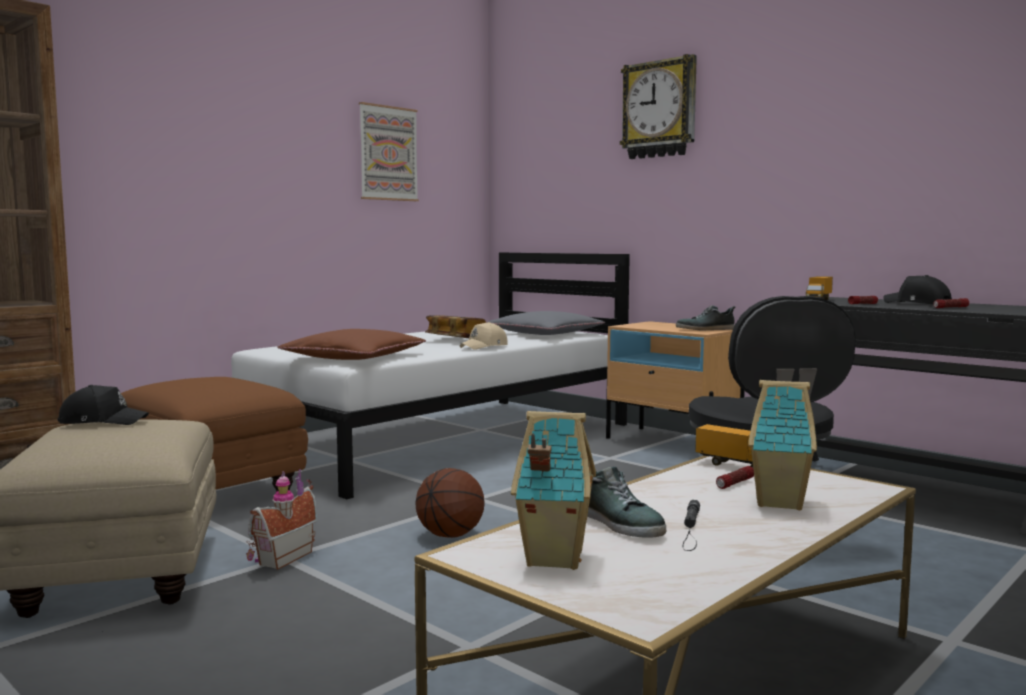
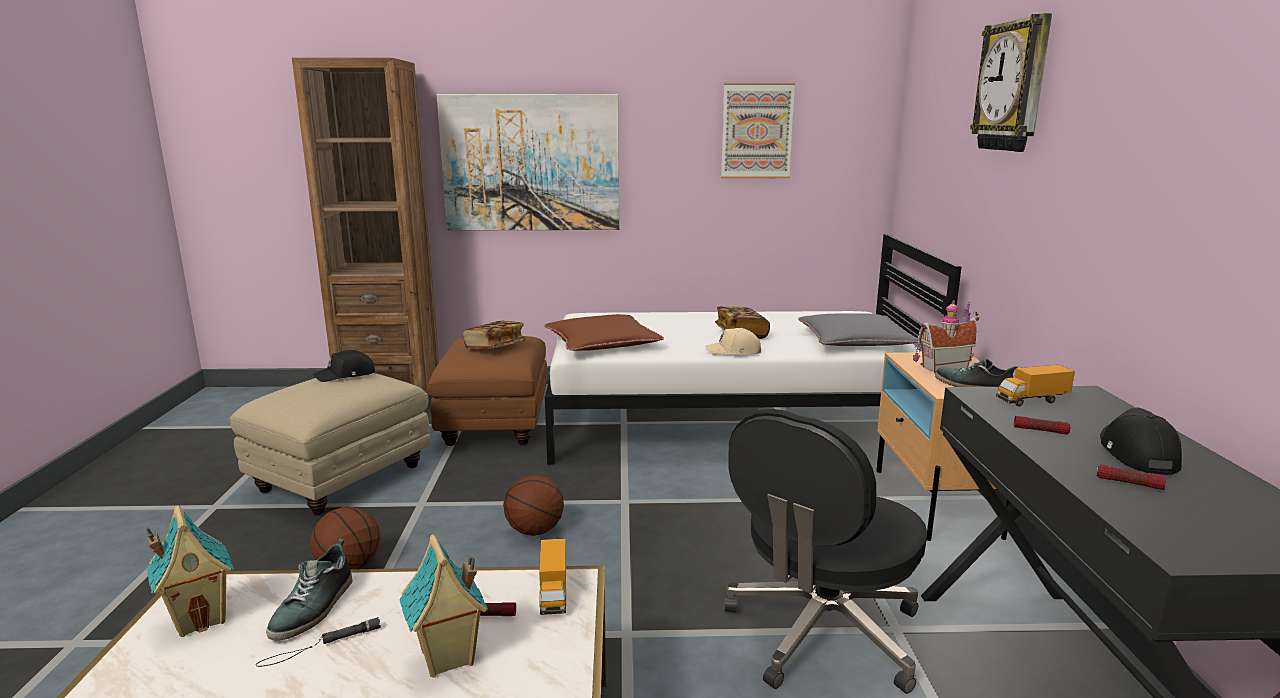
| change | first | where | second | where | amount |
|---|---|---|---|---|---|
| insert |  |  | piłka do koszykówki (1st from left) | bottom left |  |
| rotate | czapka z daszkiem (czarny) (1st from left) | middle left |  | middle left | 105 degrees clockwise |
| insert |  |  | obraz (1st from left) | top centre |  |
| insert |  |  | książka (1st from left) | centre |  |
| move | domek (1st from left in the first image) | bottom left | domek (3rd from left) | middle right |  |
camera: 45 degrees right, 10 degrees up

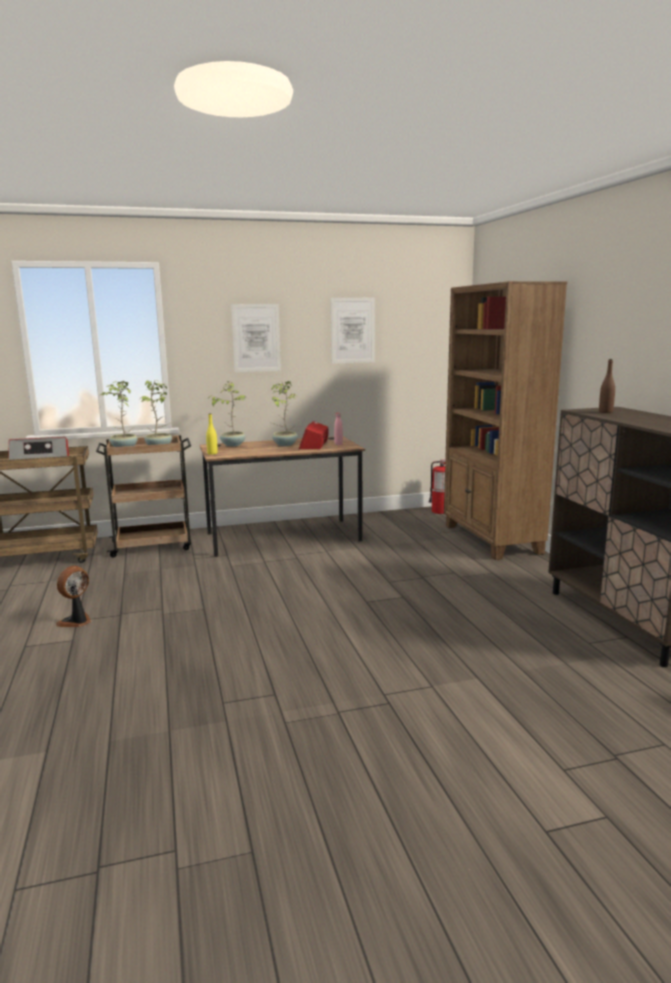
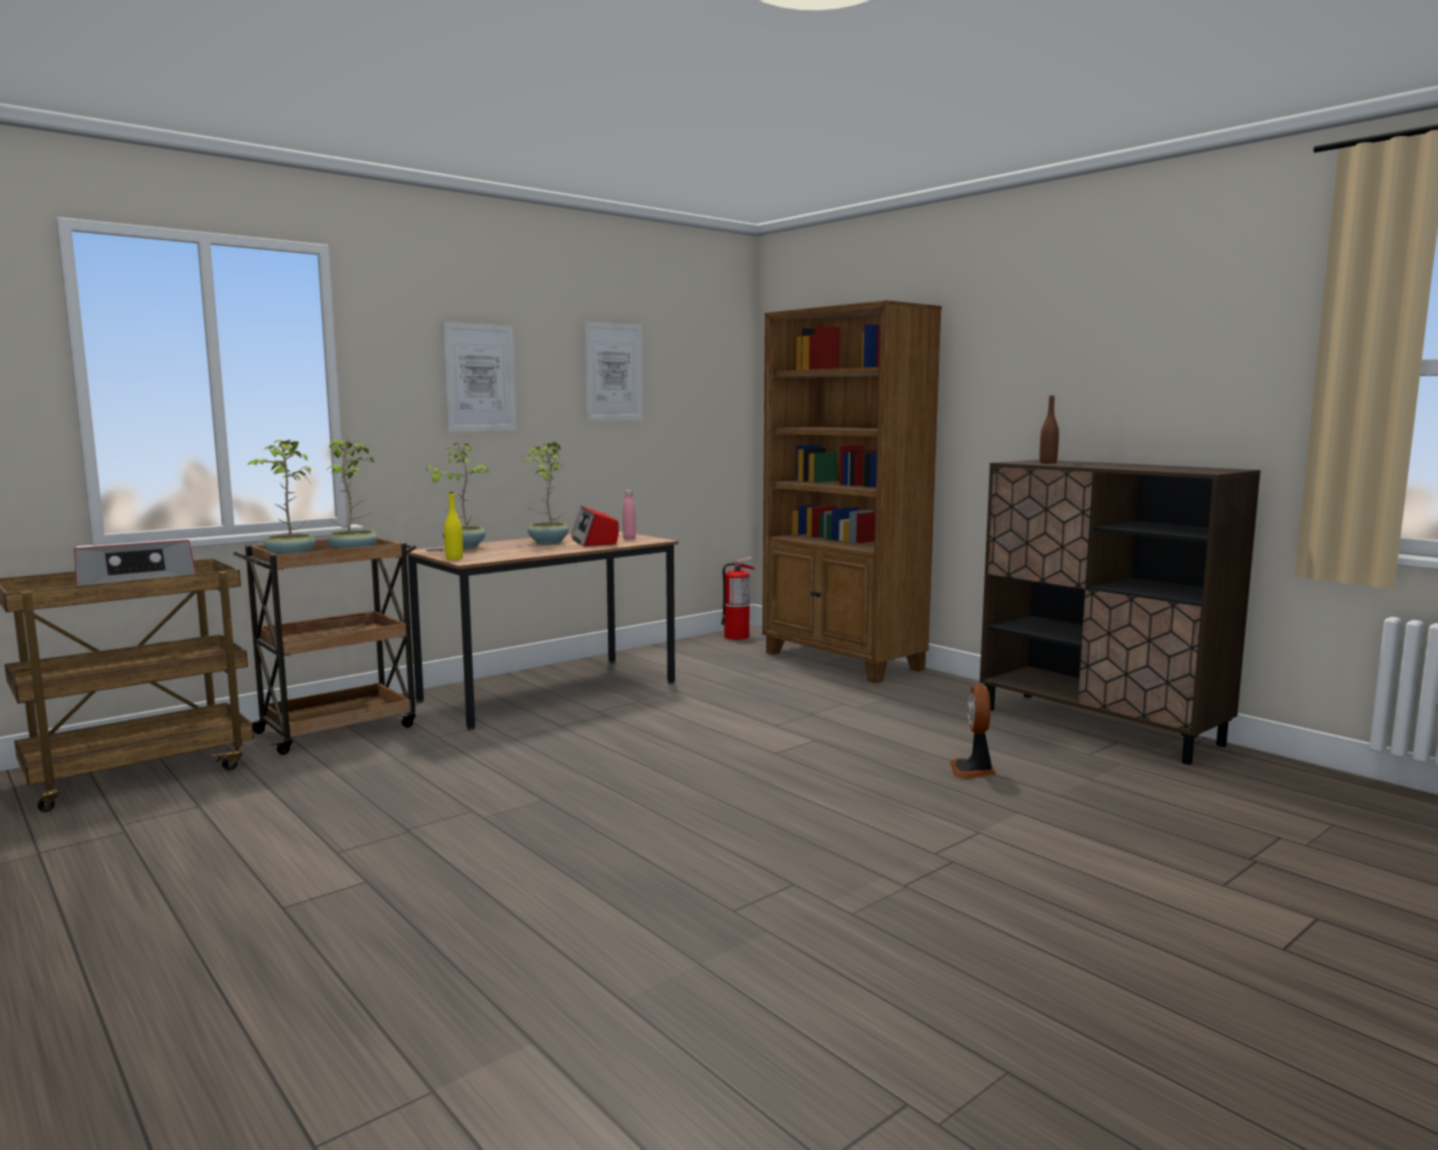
| change | first | where | second | where | amount |
|---|---|---|---|---|---|
| move | wentylator | middle left |  | middle right |  |
camera: 25 degrees left, 5 degrees down

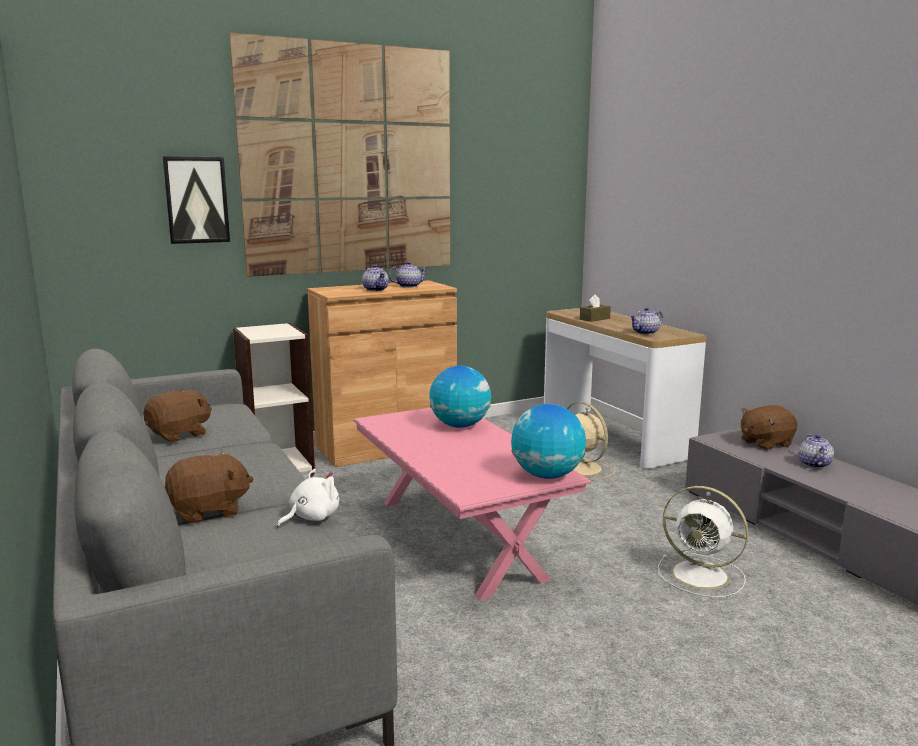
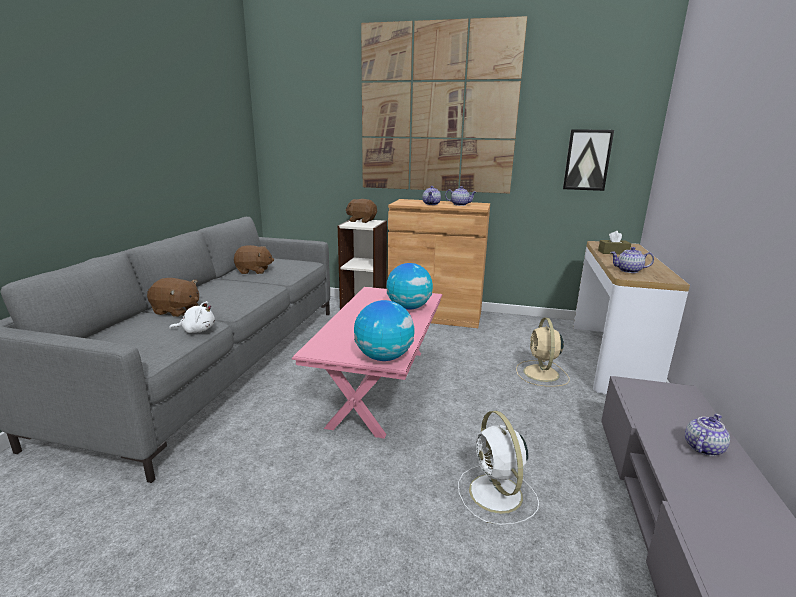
| change | first | where | second | where | amount |
|---|---|---|---|---|---|
| move | pluszak (brązowy) (3rd from left) | middle right |  | centre |  |
| move | obraz (1st from left in the first image) | top left | obraz (2nd from left) | top right |  |
camera: 40 degrees right, 5 degrees up

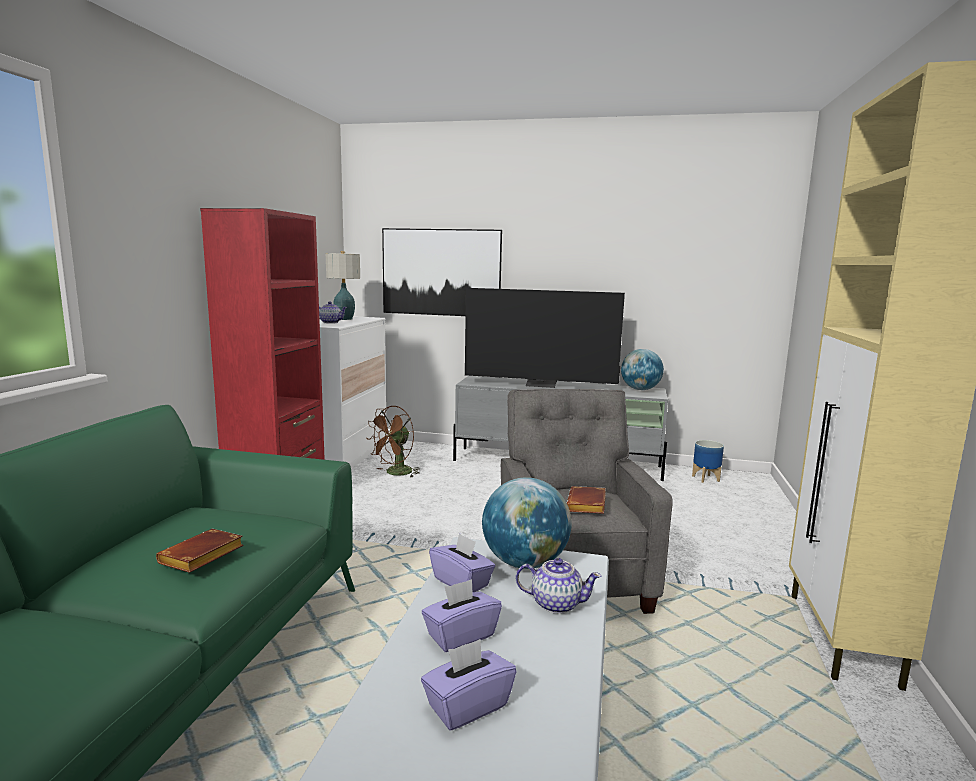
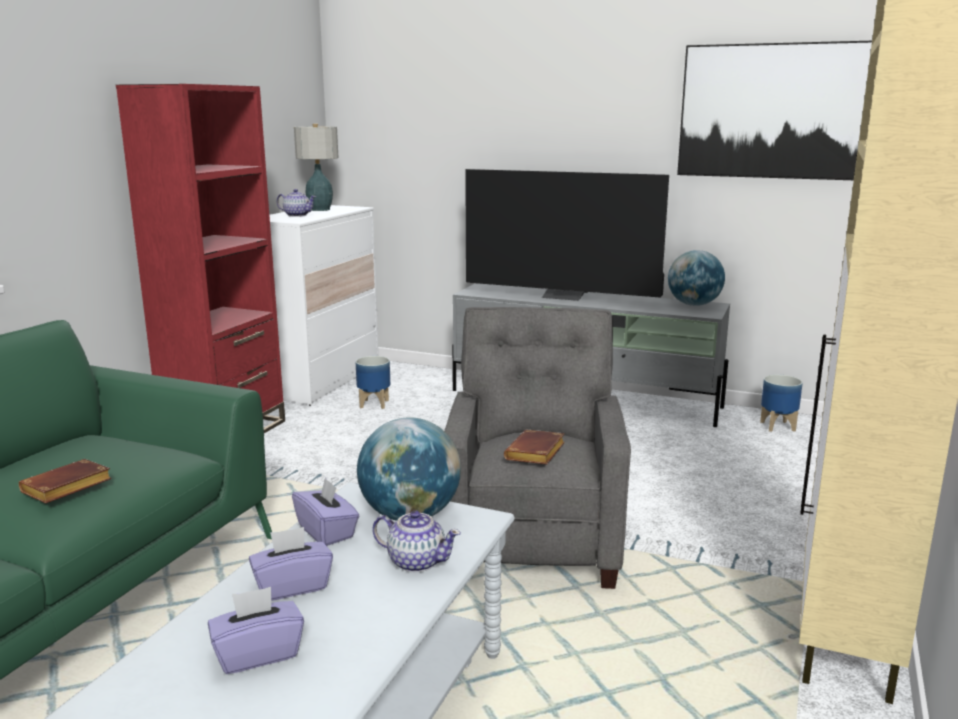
| change | first | where | second | where | amount |
|---|---|---|---|---|---|
| replace | wentylator (brązowy) | centre | donica (1st from left) | centre |  |
| move | obraz | centre |  | top right |  |
camera: 10 degrees right, 5 degrees up

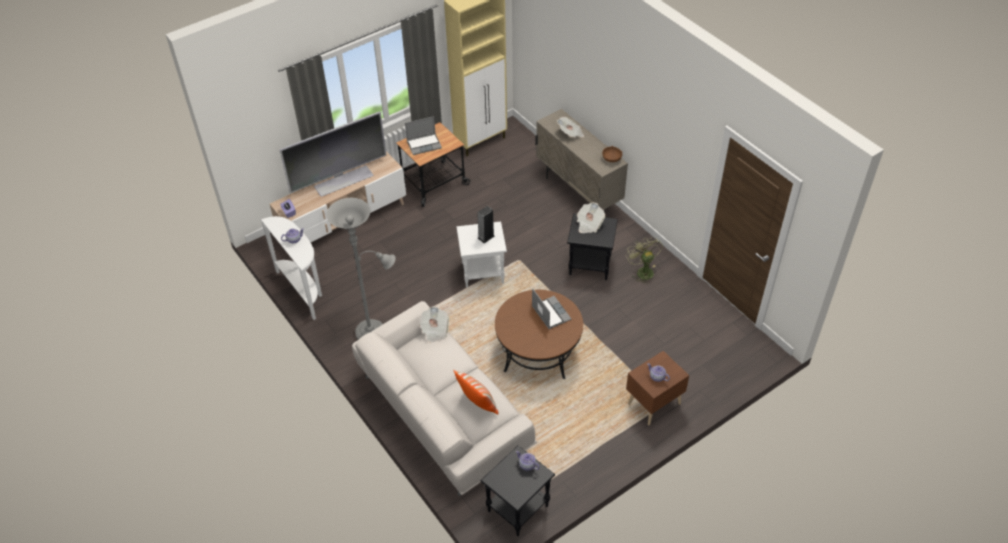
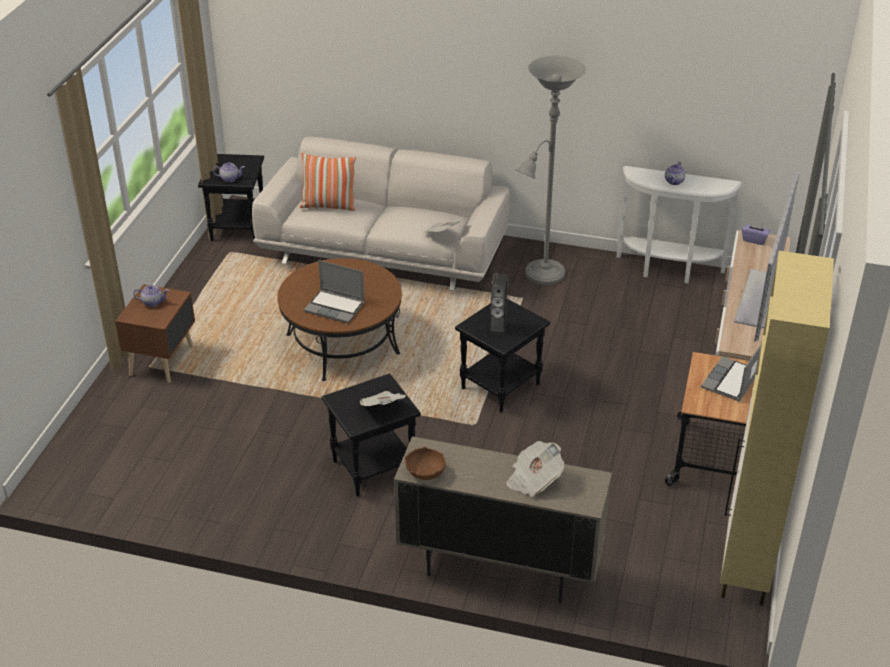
| change | first | where | second | where | amount |
|---|---|---|---|---|---|
| recolor | stolik (biały) | centre | stolik (czarny) (3rd from left) | centre |  |
| delete | wentylator (zielony) | centre |  |  |  |
camera: 140 degrees right, 10 degrees down

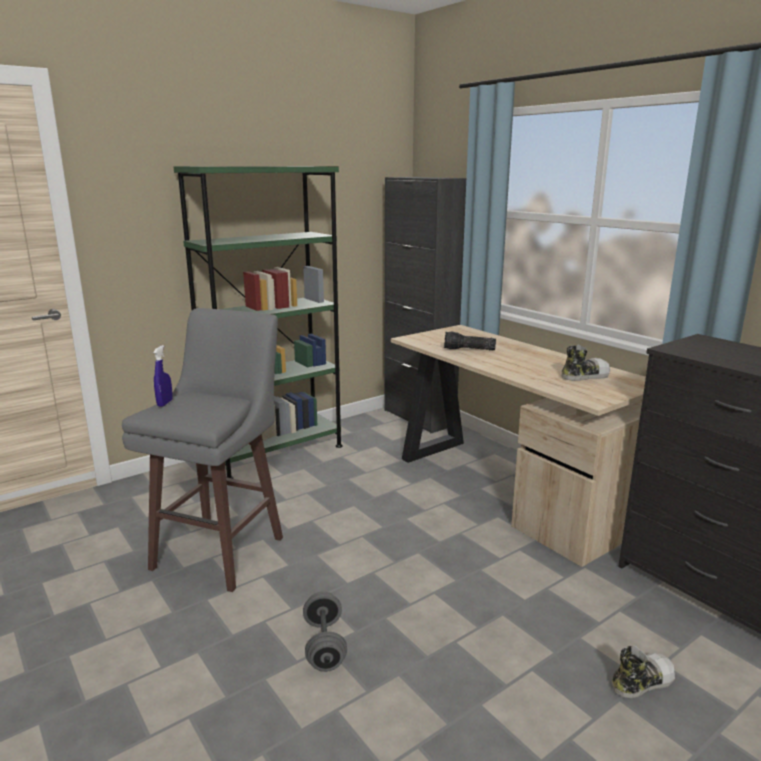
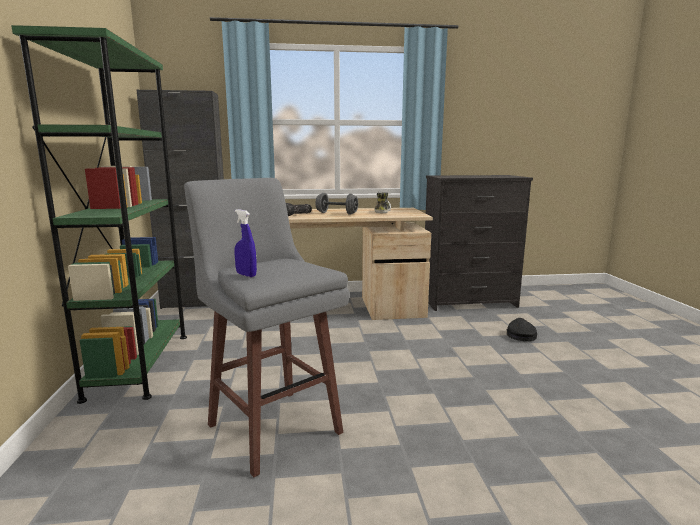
| change | first | where | second | where | amount |
|---|---|---|---|---|---|
| move | hantel (szary) | bottom centre |  | centre |  |
| replace | but (2nd from left) | bottom right | czapka z daszkiem (czarny) | middle right |  |
camera: 60 degrees left, 5 degrees down

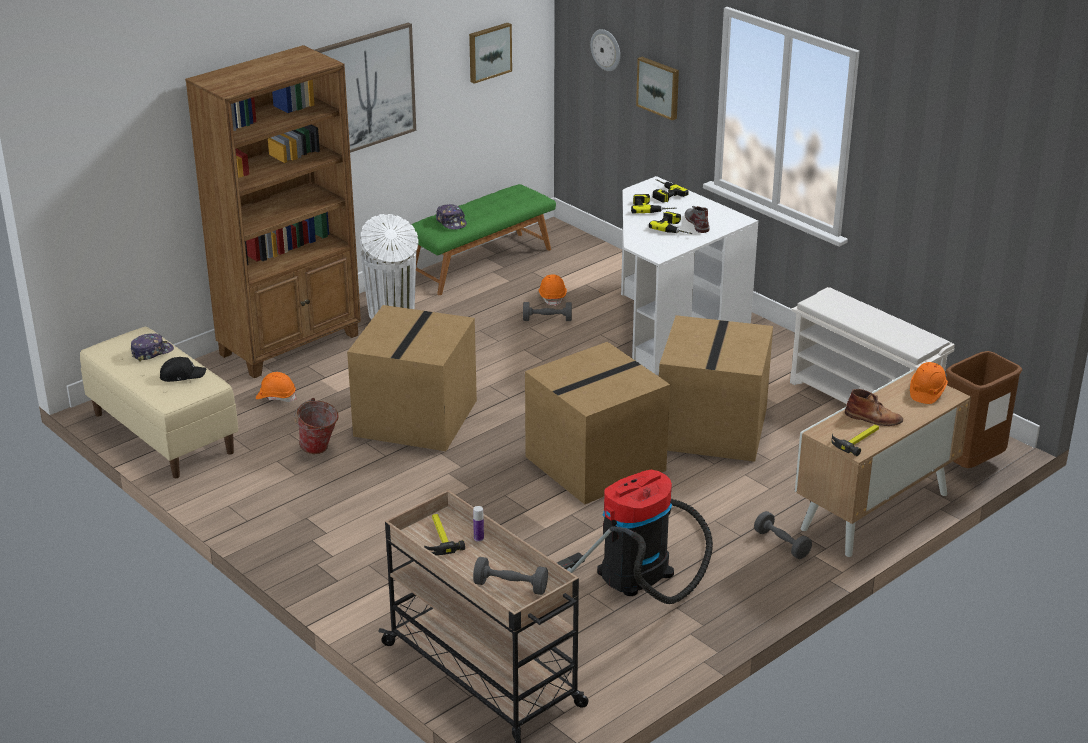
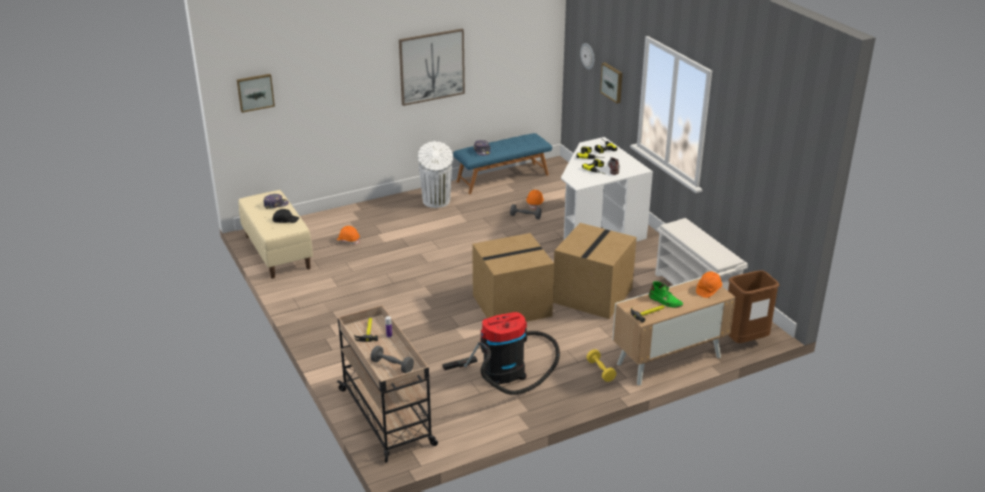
| change | first | where | second | where | amount |
|---|---|---|---|---|---|
| move | obraz (2nd from left in the first image) | top centre | obraz (1st from left) | top left |  |
| recolor | ławka (zielony) | top centre | ławka (niebieski) | top centre |  |
| recolor | hantel (szary) (3rd from left) | bottom right | hantel (żółty) | bottom centre |  |
| recolor | but z cholewką (brązowy) | middle right | but z cholewką (zielony) | middle right |  |
| delete | regał (brązowy) | top left |  |  |  |
| delete | wiadro | middle left |  |  |  |
| delete | karton (1st from left) | centre |  |  |  |
camera: 15 degrees right, 0 degrees up

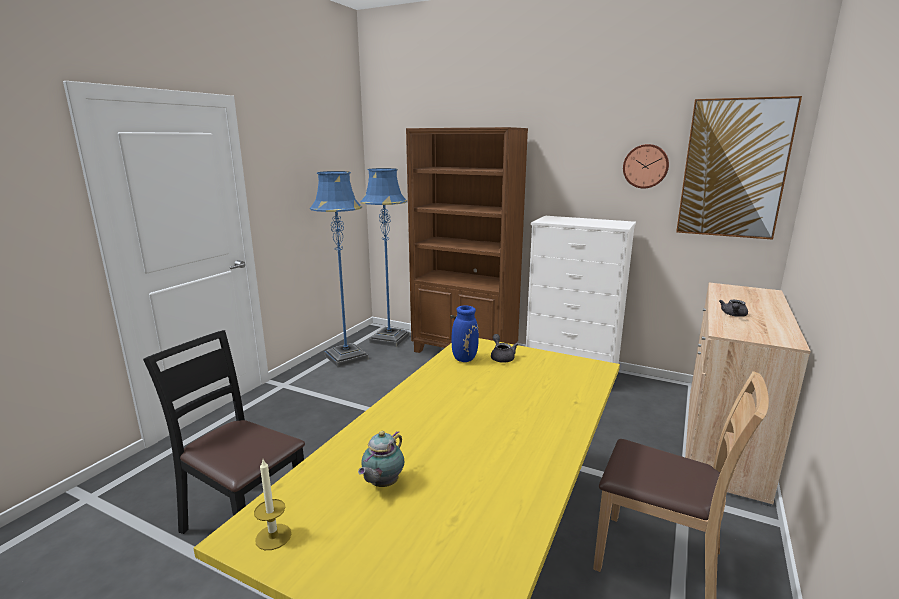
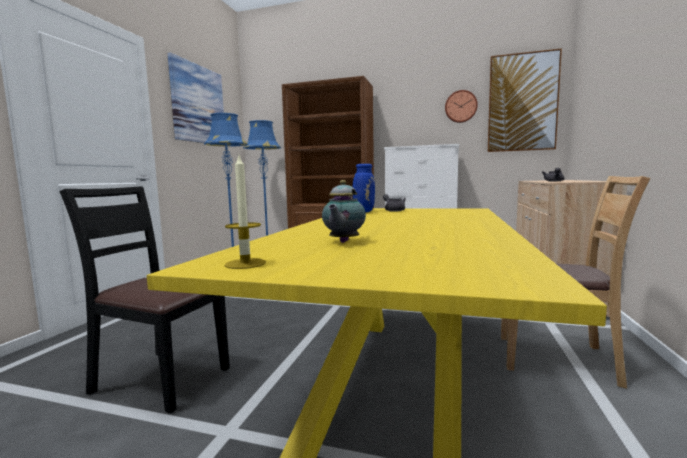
| change | first | where | second | where | amount |
|---|---|---|---|---|---|
| insert |  |  | obraz (1st from left) | top left |  |
camera: 10 degrees left, 10 degrees down

